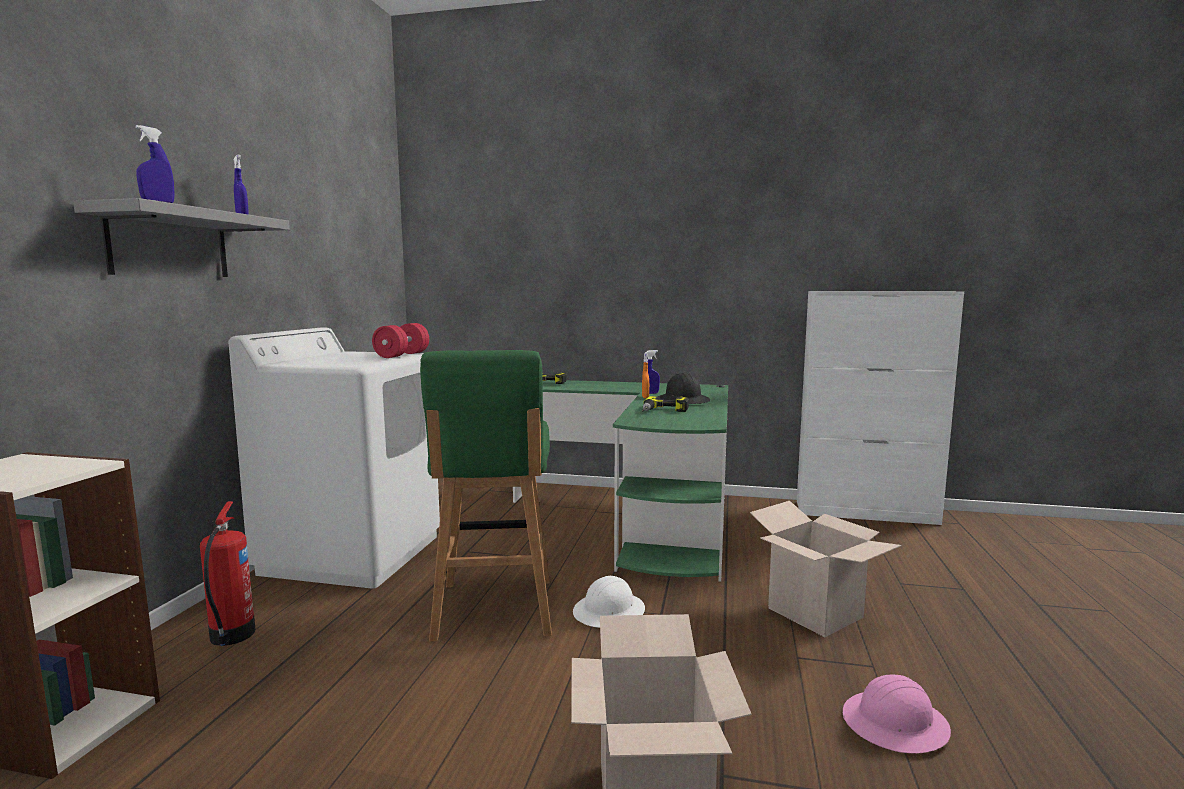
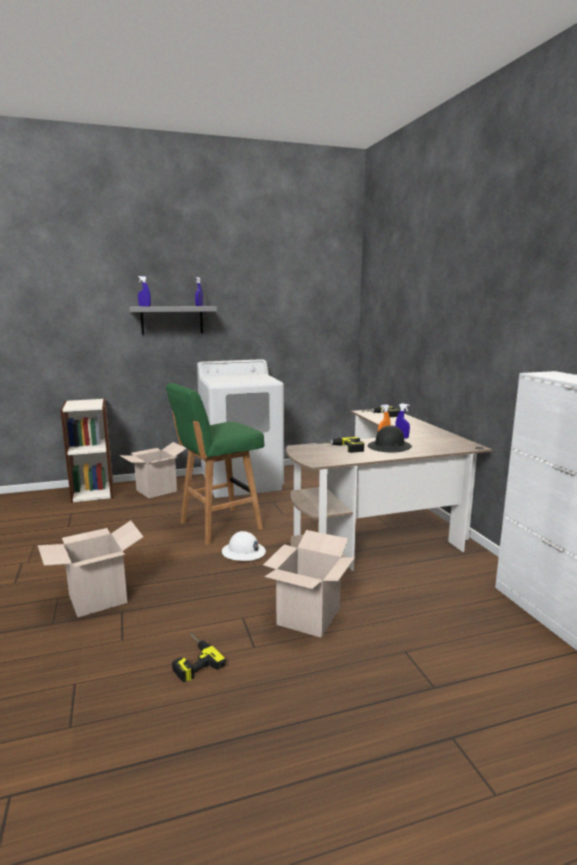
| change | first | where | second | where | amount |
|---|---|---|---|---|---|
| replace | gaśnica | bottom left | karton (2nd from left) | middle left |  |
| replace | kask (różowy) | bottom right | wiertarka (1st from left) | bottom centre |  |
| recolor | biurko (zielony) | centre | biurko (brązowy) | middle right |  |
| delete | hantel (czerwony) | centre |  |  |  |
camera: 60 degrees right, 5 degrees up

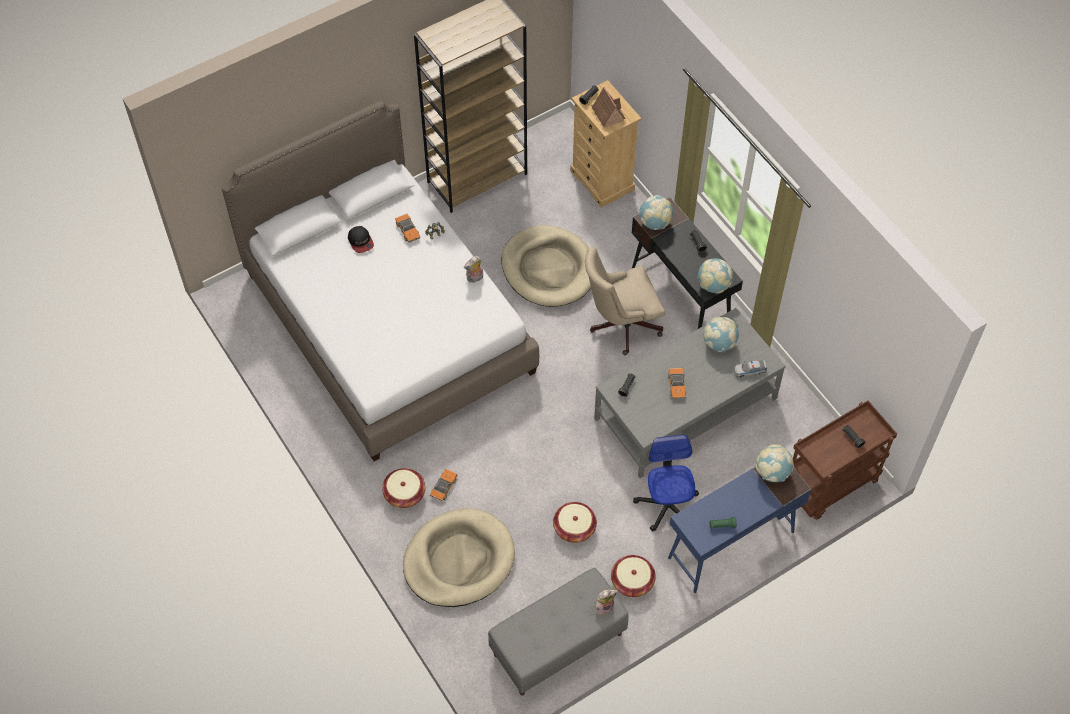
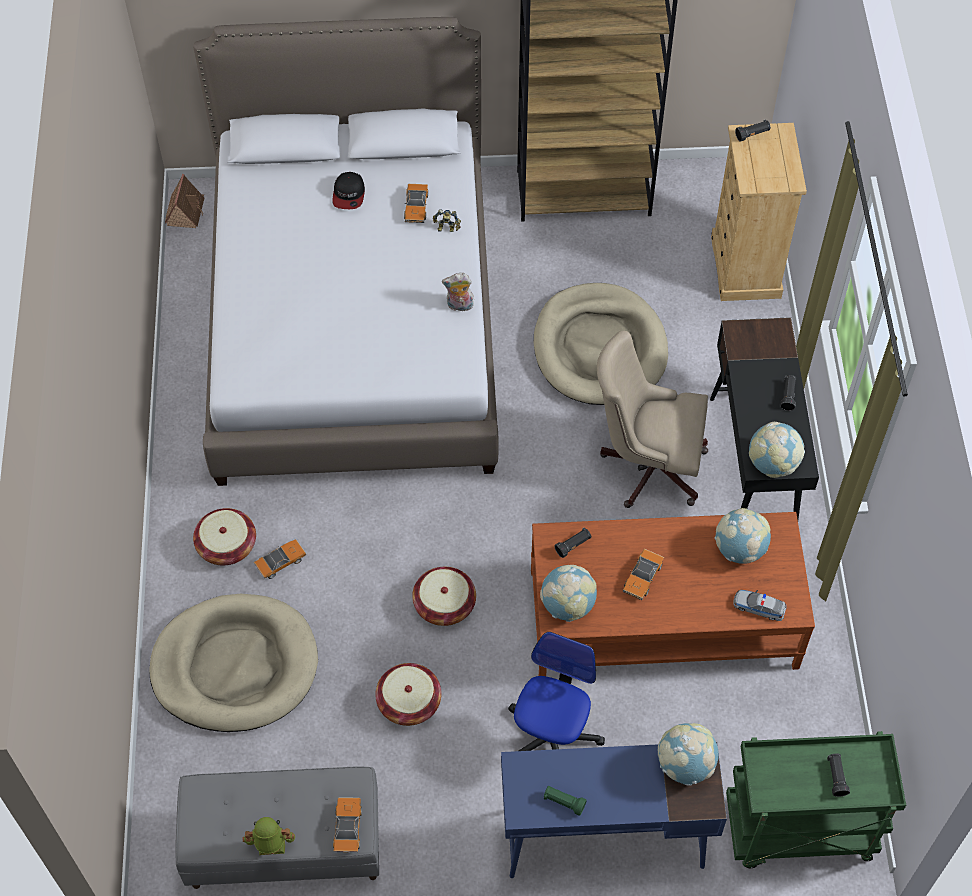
| change | first | where | second | where | amount |
|---|---|---|---|---|---|
| move | domek | top centre |  | top left |  |
| insert |  |  | robot zabawkowy (1st from left) | bottom left |  |
| replace | pluszak (2nd from left) | bottom centre | samochodzik (2nd from left) | bottom centre |  |
| move | koszyk (3rd from left) | bottom centre |  | centre |  |
| recolor | ława (szary) | centre | ława (brązowy) | middle right |  |
| move | globus (1st from left) | top centre |  | centre |  |
| recolor | wózek (brązowy) | middle right | wózek (zielony) | bottom right |  |
camera: 30 degrees right, 0 degrees up

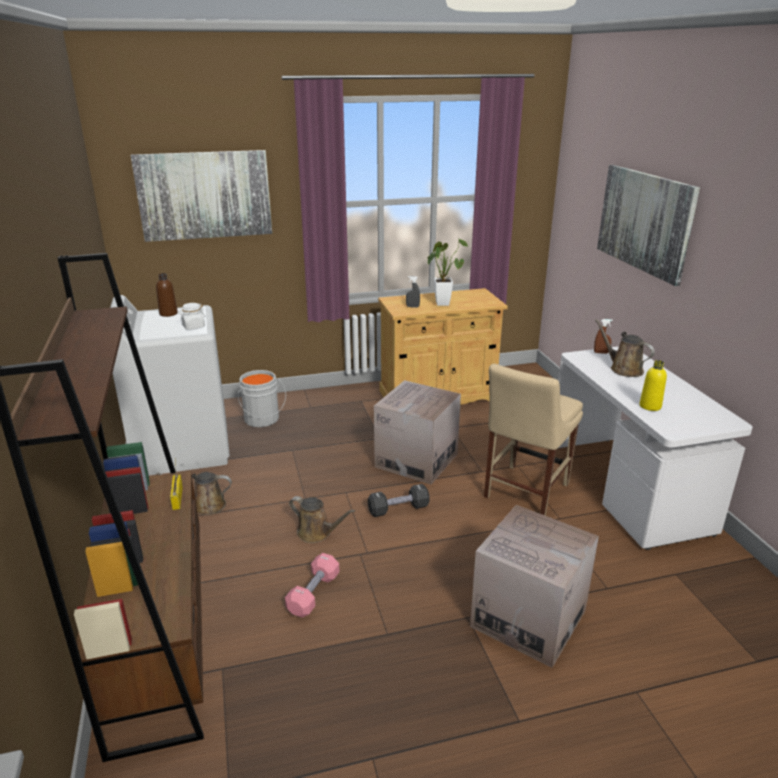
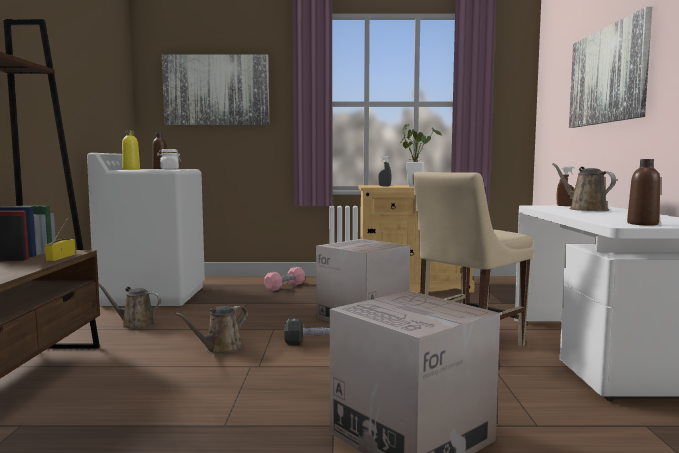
| change | first | where | second | where | amount |
|---|---|---|---|---|---|
| move | butelka (żółty) | middle right |  | top left |  |
| rotate | konewka (brązowy) (2nd from left) | bottom centre |  | bottom left | 90 degrees clockwise |
| move | hantel (różowy) | bottom centre |  | centre |  |
| insert |  |  | butelka (brązowy) (2nd from left) | middle right |  |
| delete | wiadro (szary) | centre |  |  |  |
camera: 15 degrees right, 20 degrees down

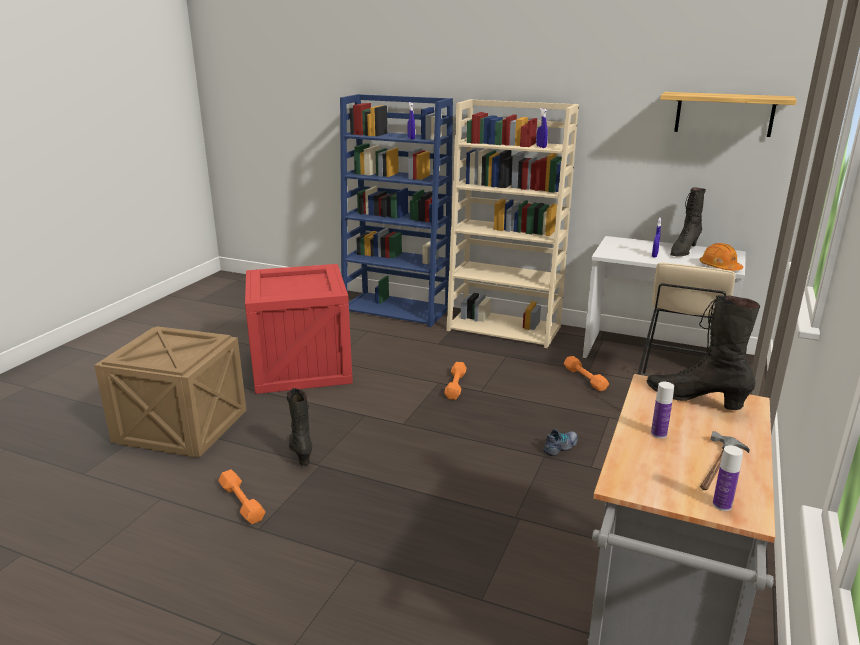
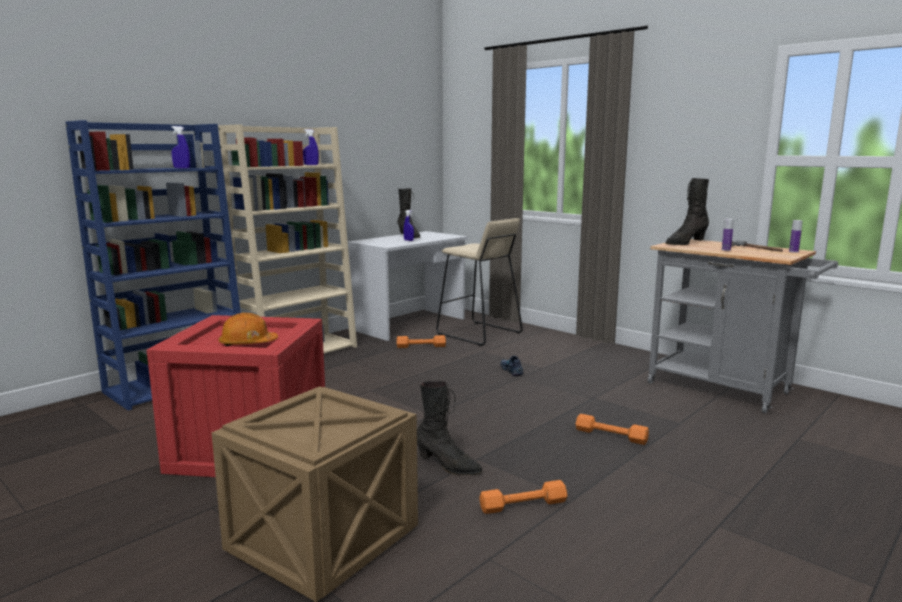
| change | first | where | second | where | amount |
|---|---|---|---|---|---|
| move | kask (pomarańczowy) | middle right |  | middle left |  |
| rotate | but z cholewką (czarny) (1st from left in the first image) | centre | but z cholewką (czarny) (2nd from left) | bottom centre | 150 degrees counterclockwise |
| move | hantel (pomarańczowy) (2nd from left in the first image) | centre | hantel (pomarańczowy) (3rd from left) | bottom right |  |
| delete | półka | top right |  |  |  |
camera: 70 degrees left, 10 degrees down

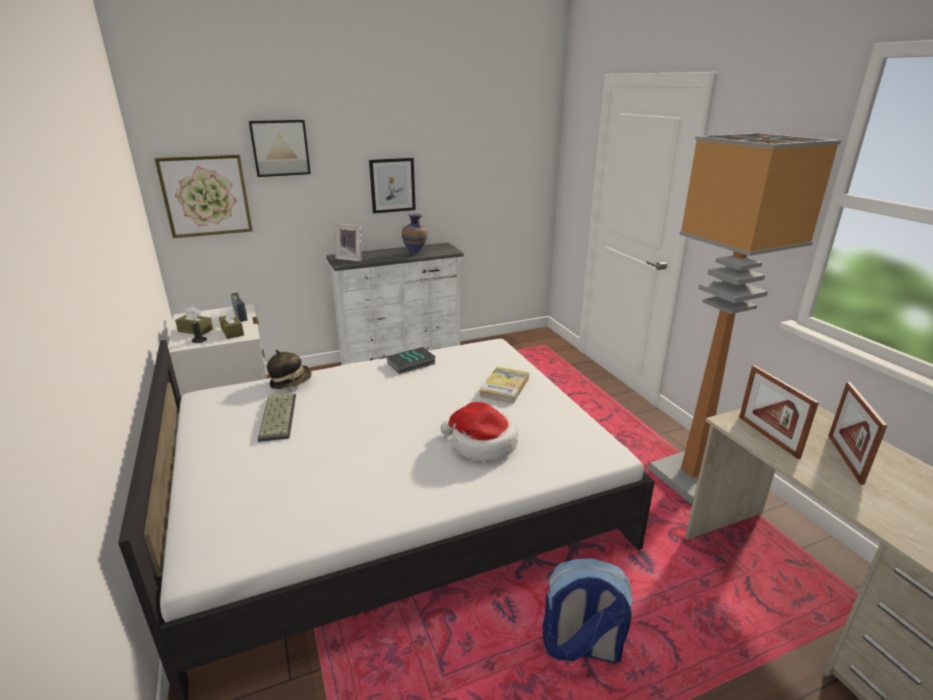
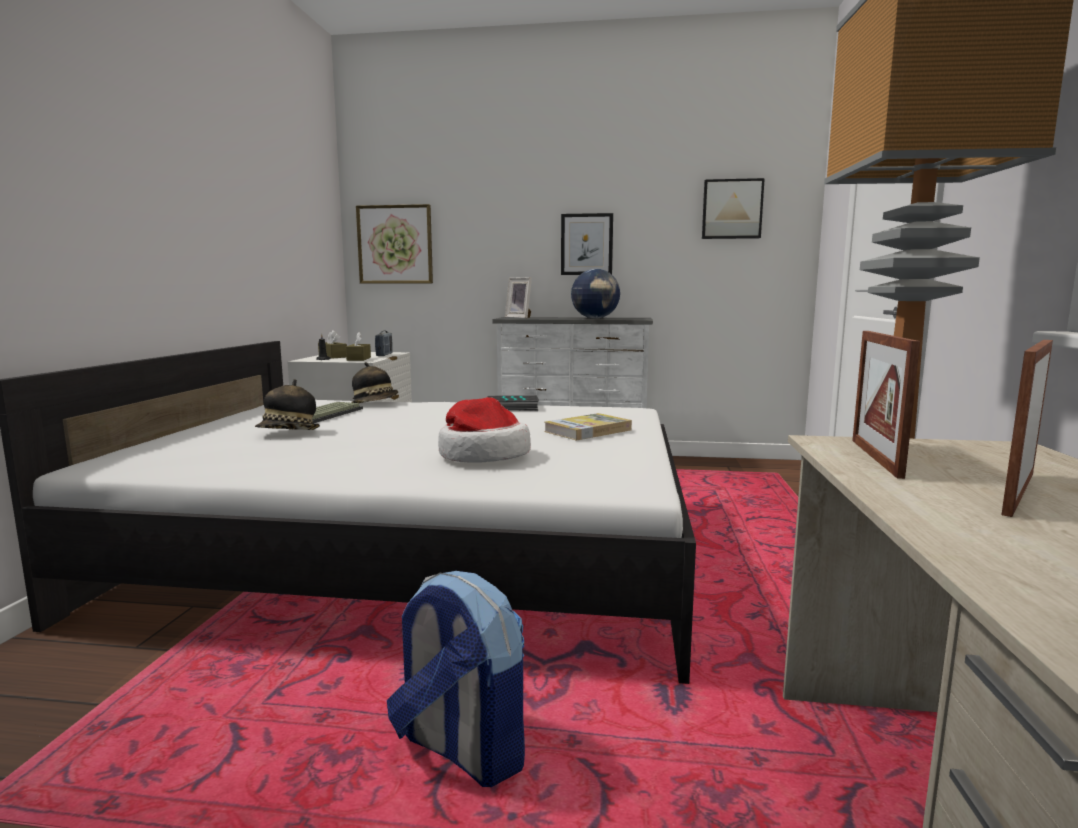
| change | first | where | second | where | amount |
|---|---|---|---|---|---|
| insert |  |  | kapelusz (1st from left) | middle left |  |
| replace | wazon | top centre | globus | centre |  |
| move | obraz (2nd from left in the first image) | top left | obraz (3rd from left) | top right |  |
camera: 30 degrees right, 15 degrees down

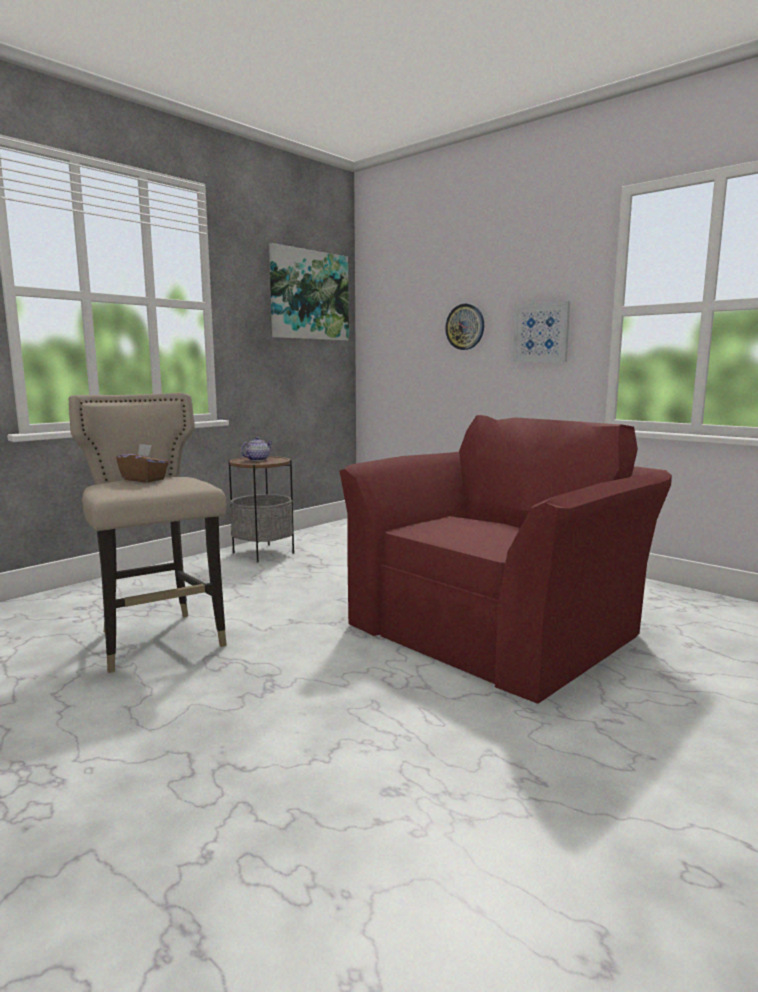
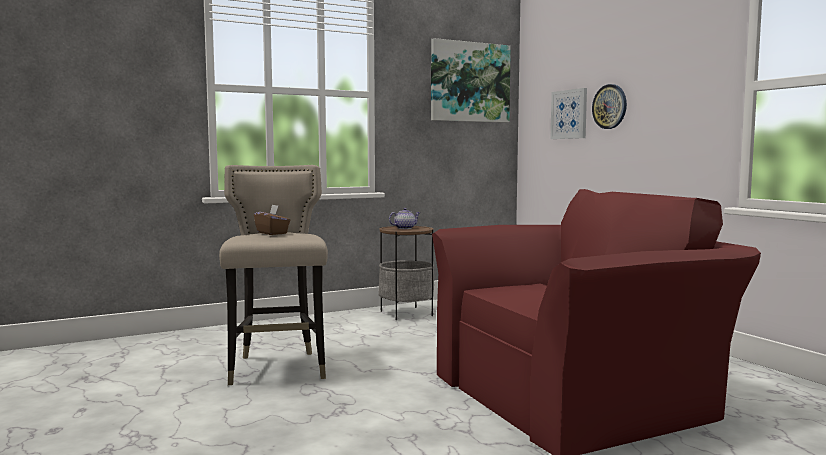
| change | first | where | second | where | amount |
|---|---|---|---|---|---|
| move | obraz (2nd from left) | middle right |  | top right |  |
camera: 20 degrees right, 5 degrees down

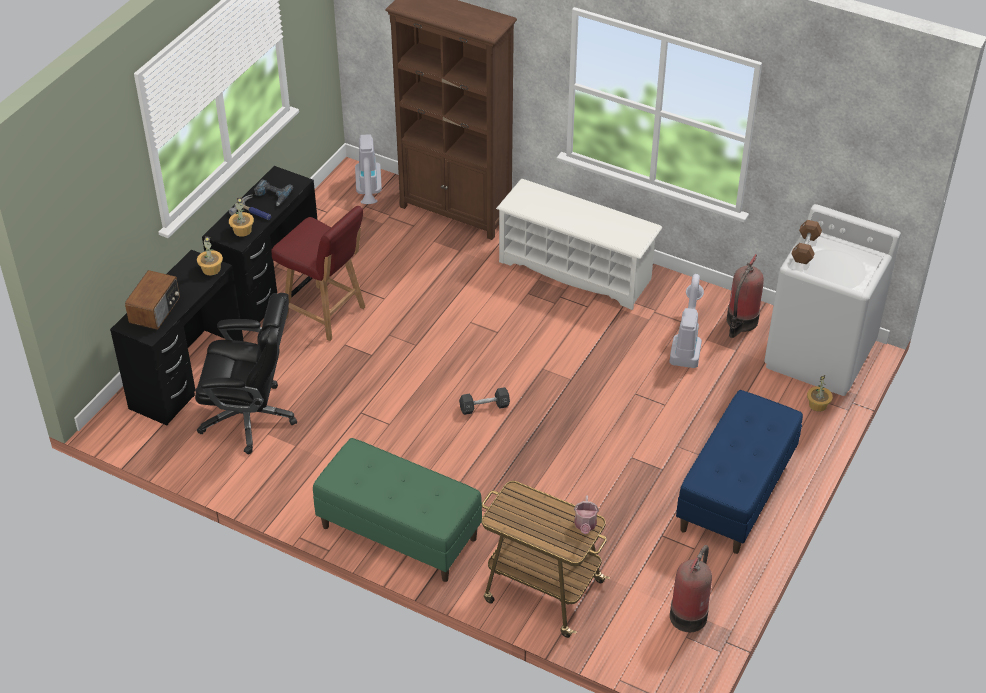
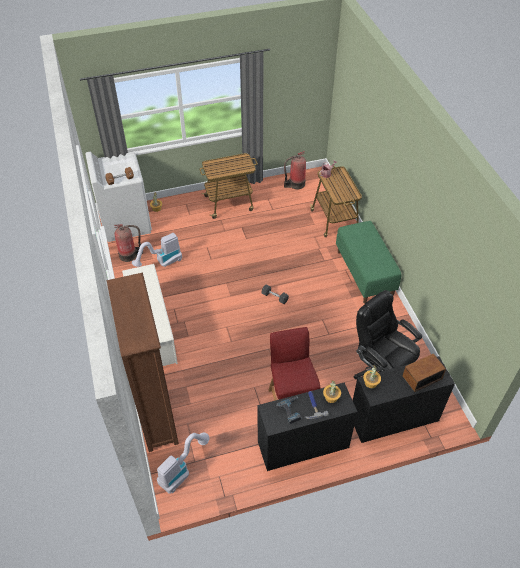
| change | first | where | second | where | amount |
|---|---|---|---|---|---|
| replace | ławka (niebieski) | bottom right | wózek (1st from left) | top centre |  |
camera: 135 degrees left, 5 degrees up

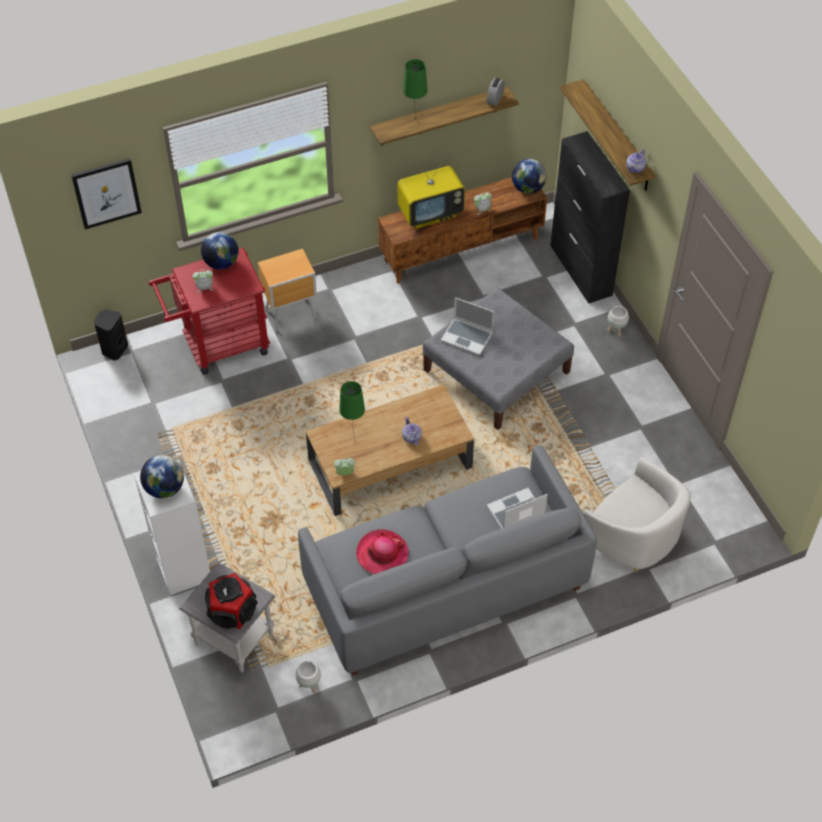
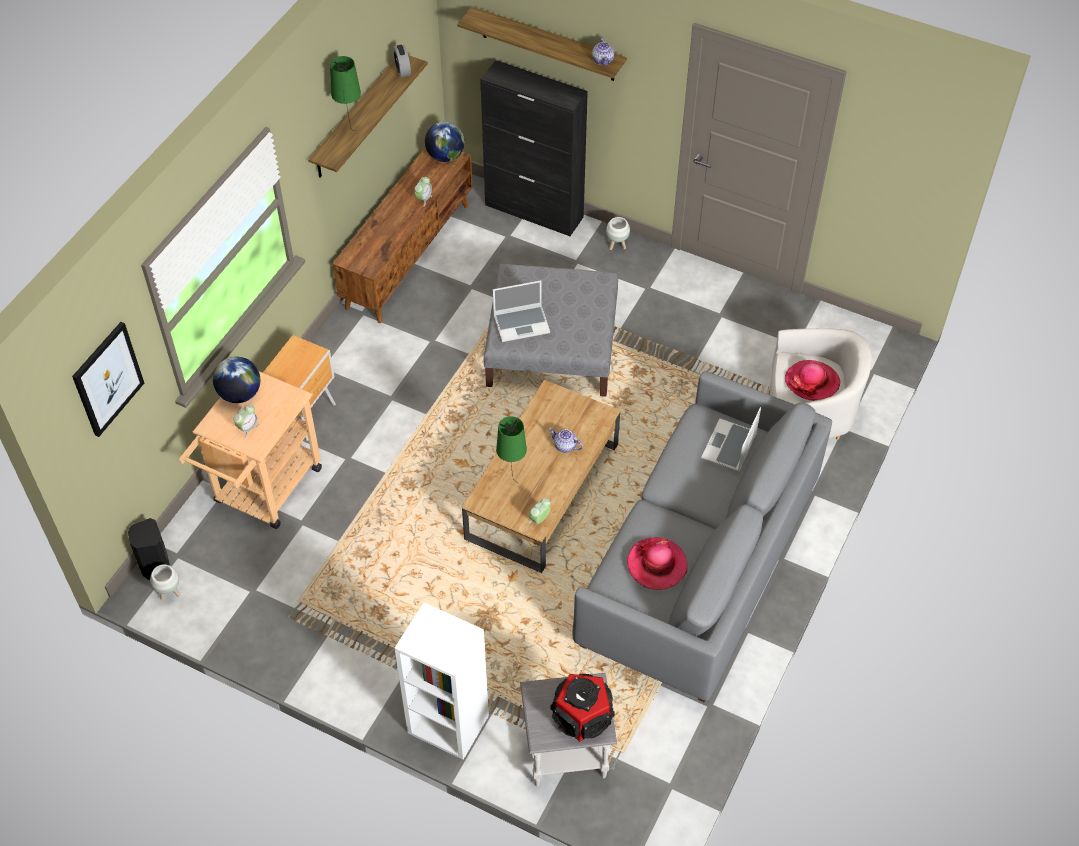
| change | first | where | second | where | amount |
|---|---|---|---|---|---|
| move | donica (biały) (1st from left) | bottom centre |  | bottom left |  |
| recolor | wózek (czerwony) | middle left | wózek (beżowy) | middle left |  |
| insert |  |  | kapelusz (2nd from left) | middle right |  |
| delete | globus (1st from left) | middle left |  |  |  |
| delete | telewizor | top centre |  |  |  |
camera: 40 degrees left, 0 degrees up

